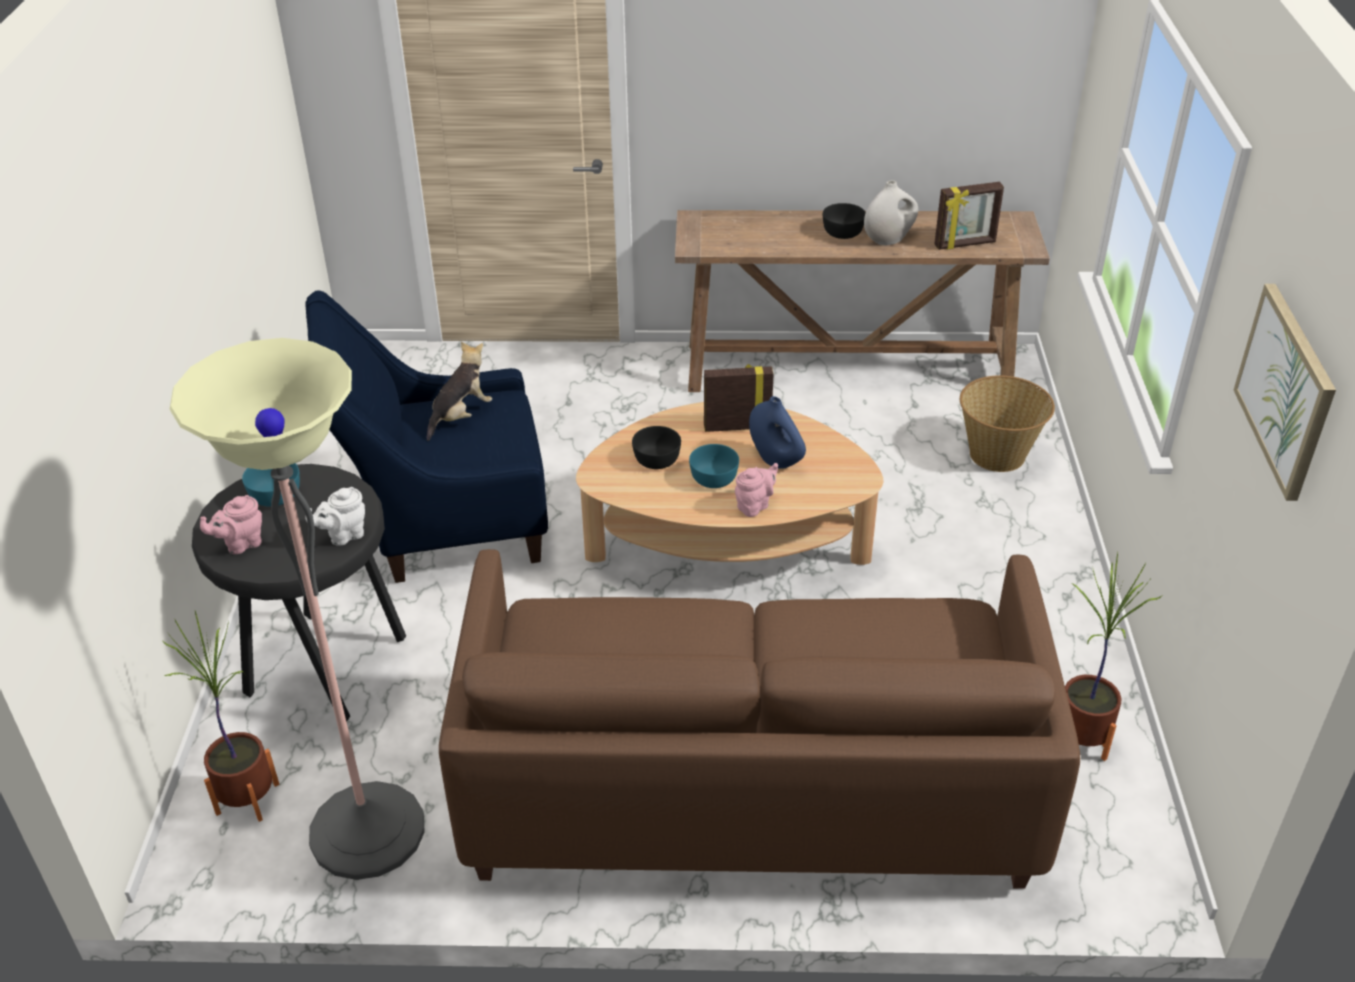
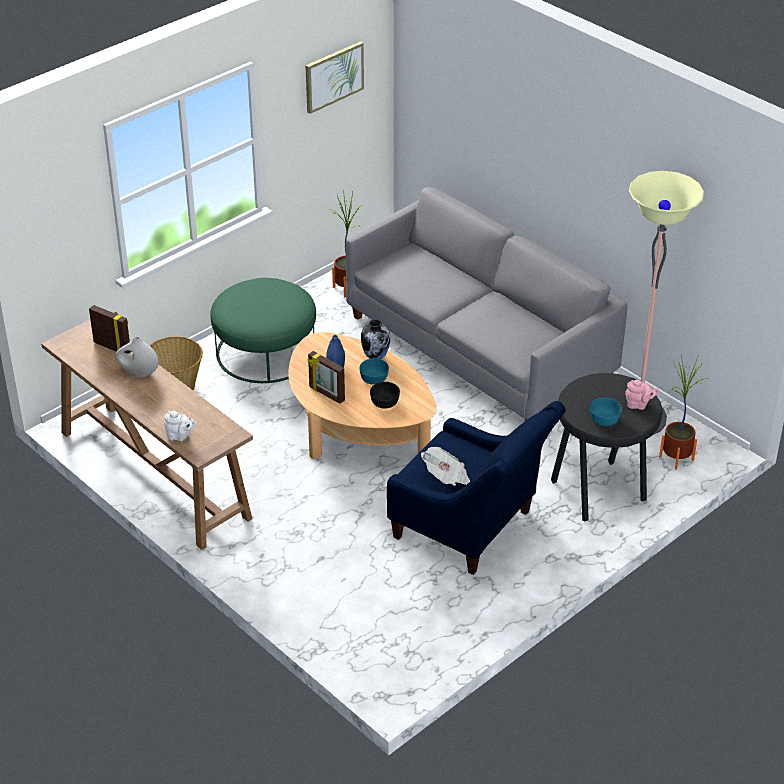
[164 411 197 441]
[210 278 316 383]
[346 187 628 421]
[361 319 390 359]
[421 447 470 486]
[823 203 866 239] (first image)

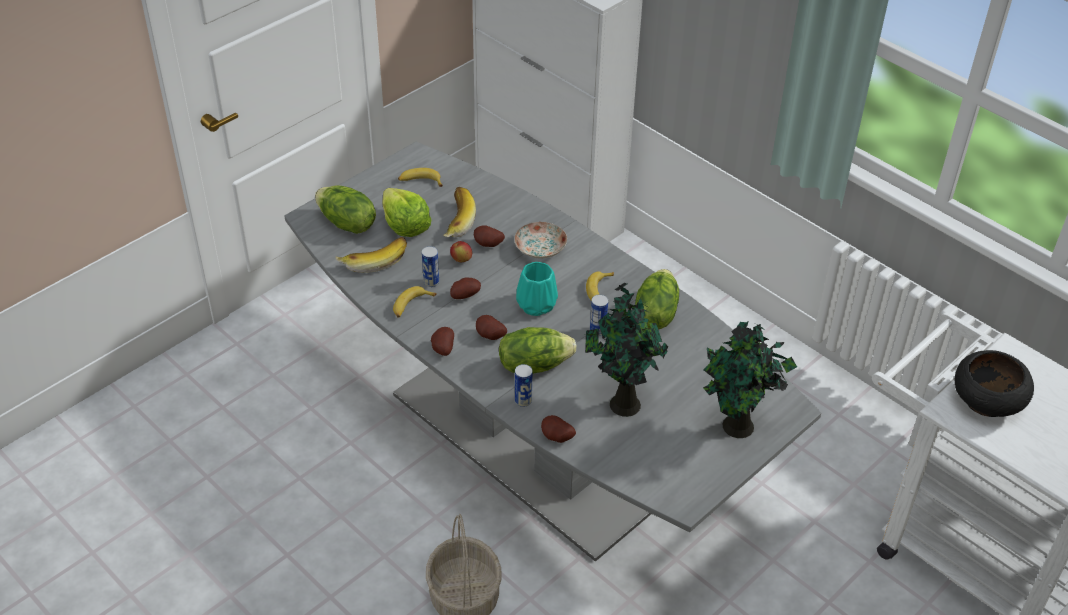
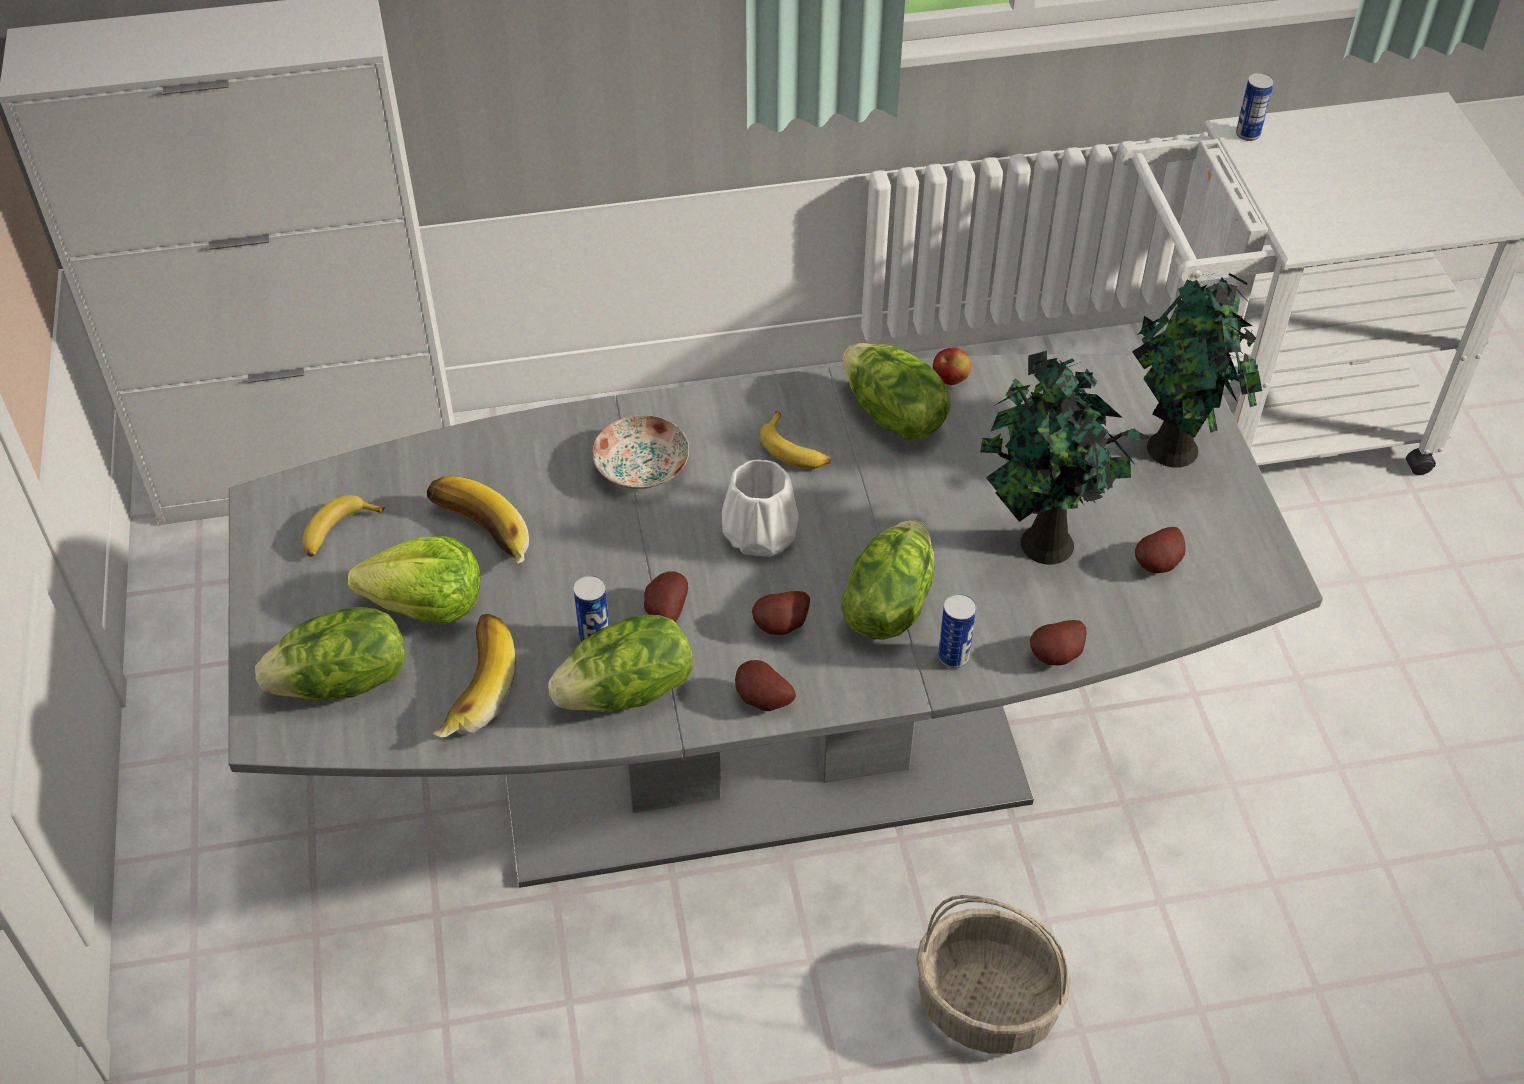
[548 614 693 712]
[722 460 799 557]
[933 348 971 385]
[1135 527 1186 573]
[1236 73 1274 141]
[955 350 1034 417] (first image)

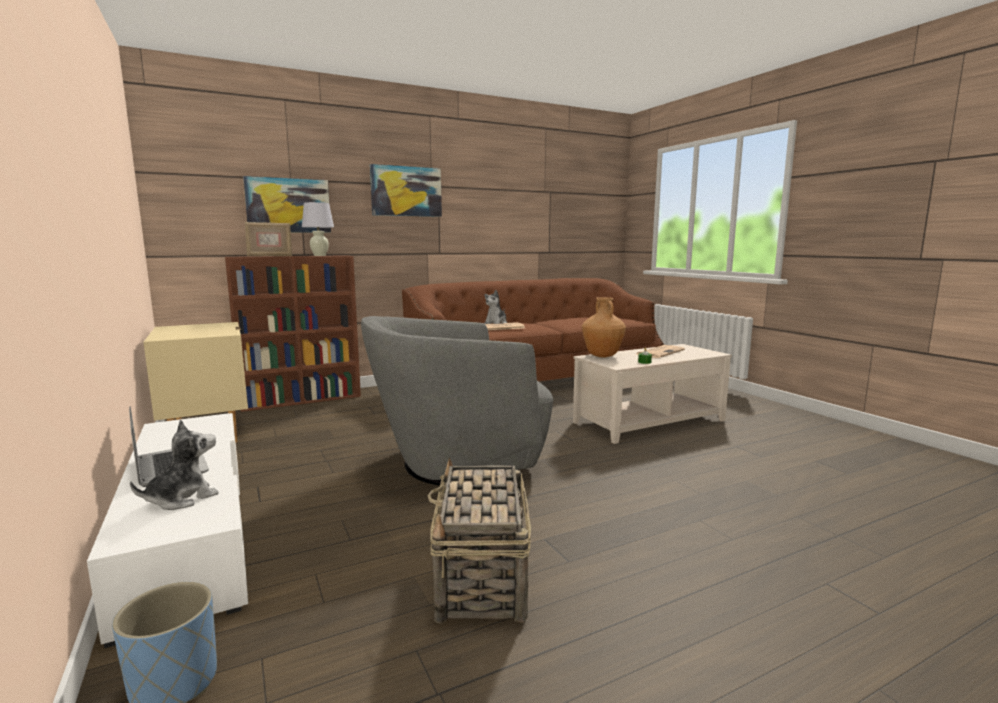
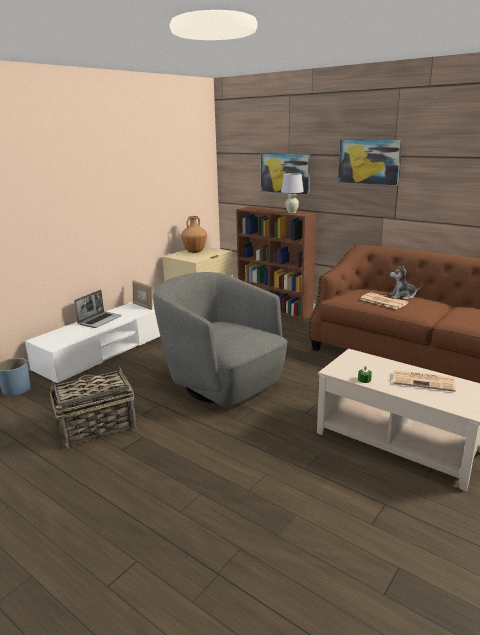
[133 280 152 310]
[181 216 207 253]
[130 420 219 510] (first image)

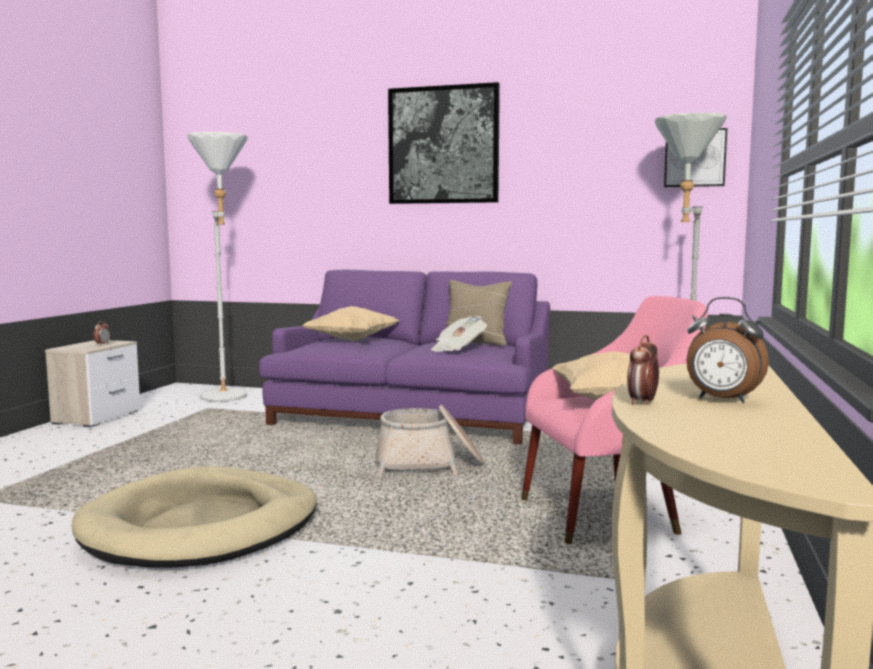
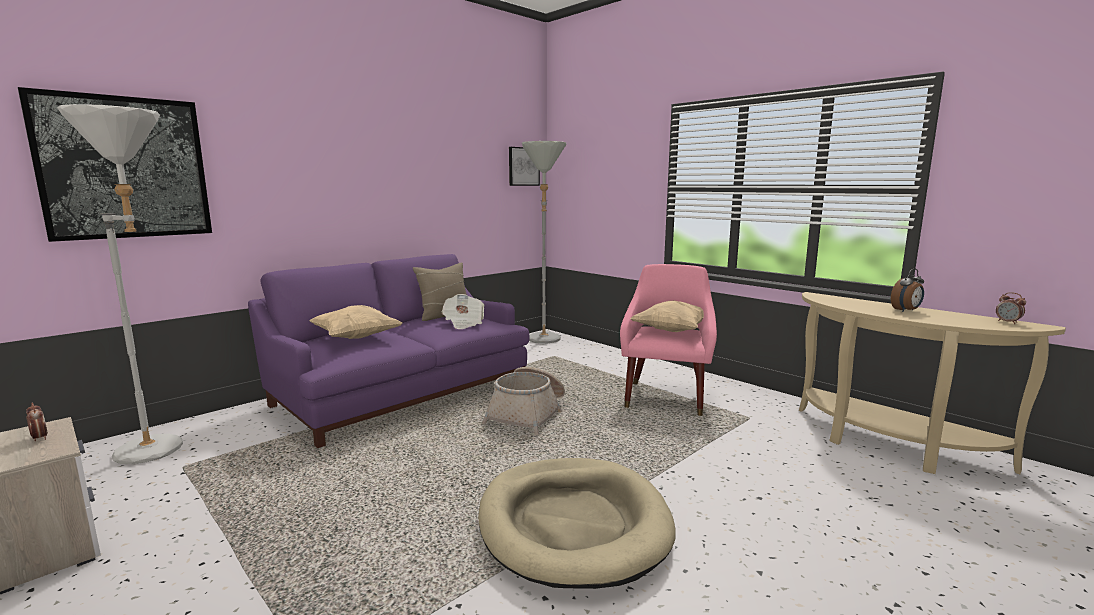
[18 87 212 242]
[996 292 1026 324]

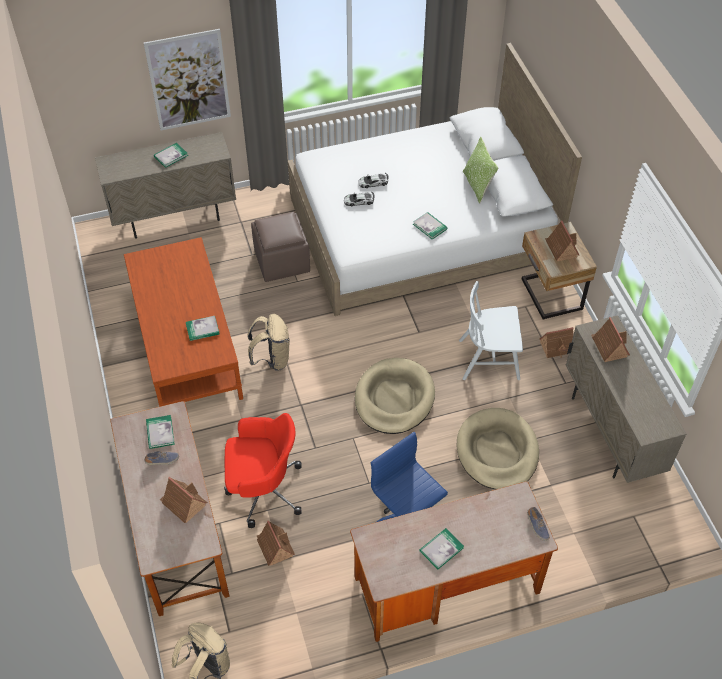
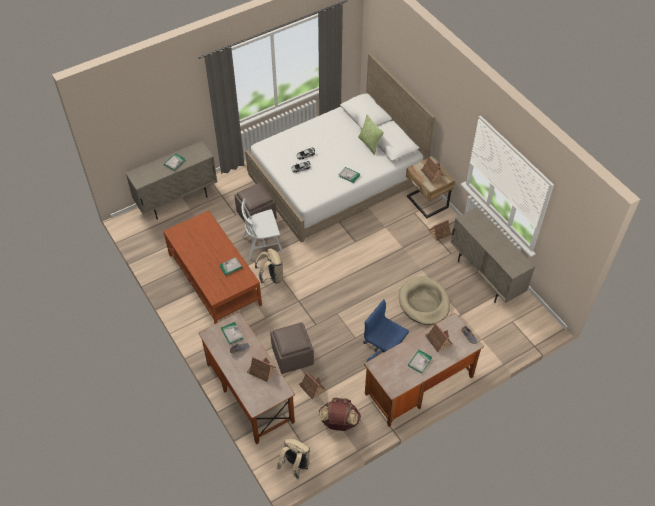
[242 199 283 260]
[270 322 314 374]
[318 397 361 431]
[425 323 452 352]
[144 29 231 130] (first image)
[355 358 435 434] (first image)

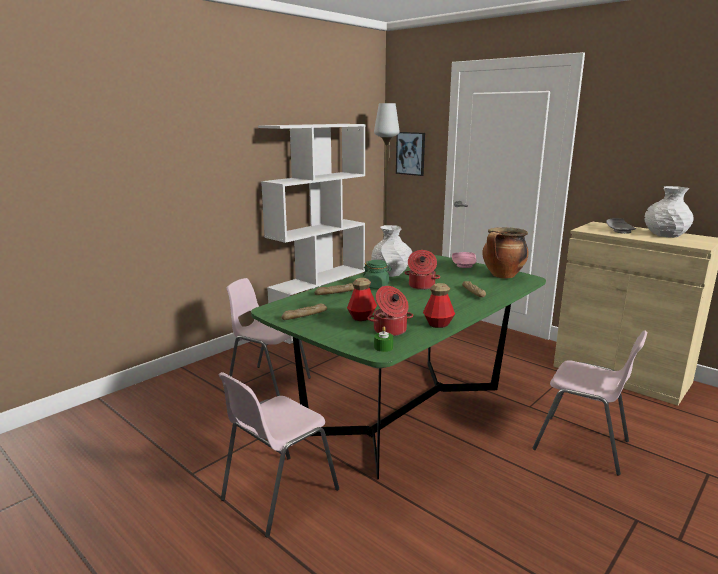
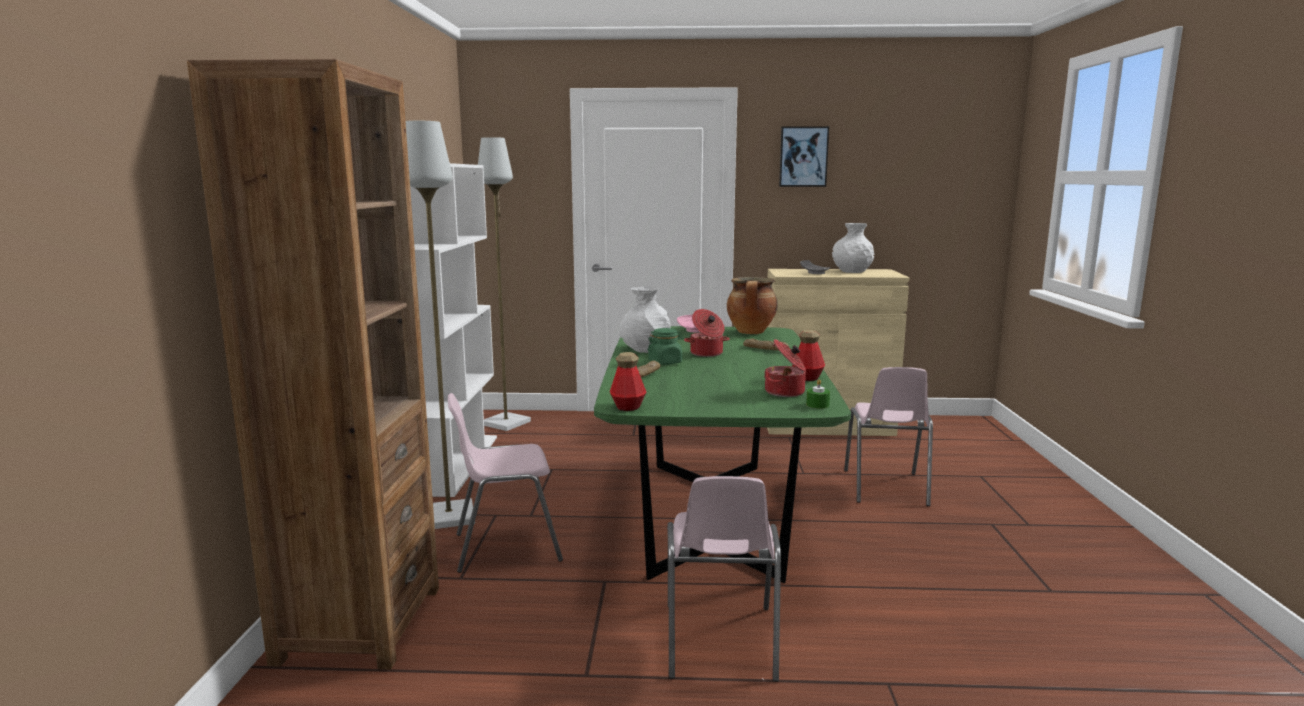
[187 59 439 670]
[406 121 475 529]
[610 352 647 411]
[779 126 829 187]
[844 367 933 506]
[281 304 327 320] (first image)

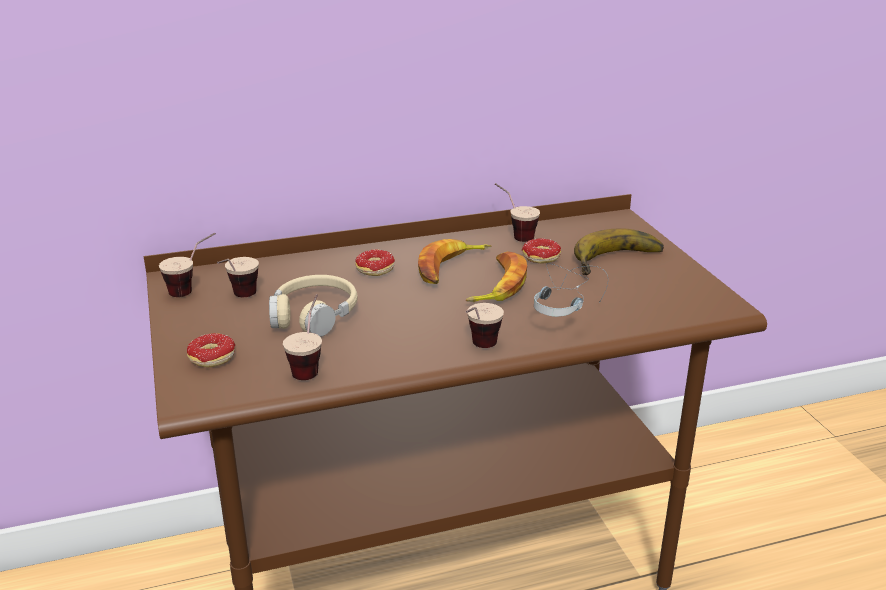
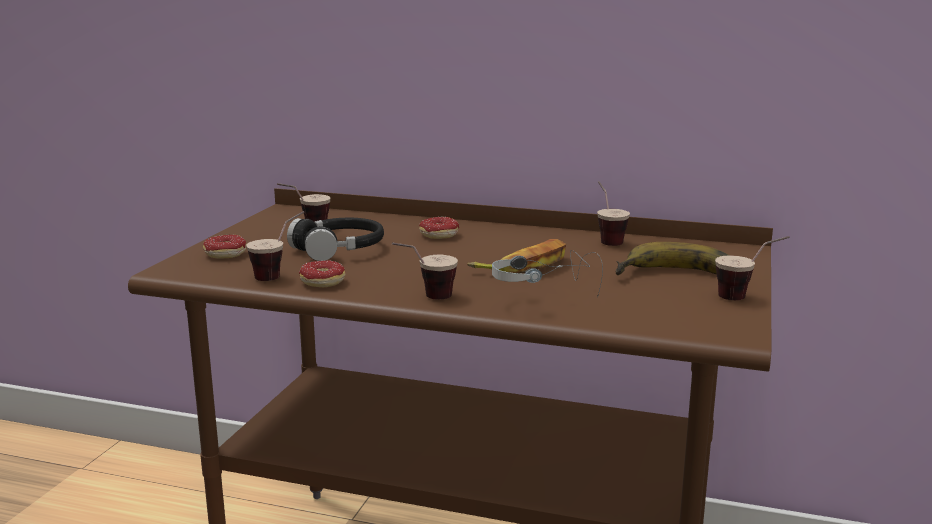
[287 218 384 261]
[299 260 345 287]
[715 236 790 300]
[418 239 492 284] (first image)

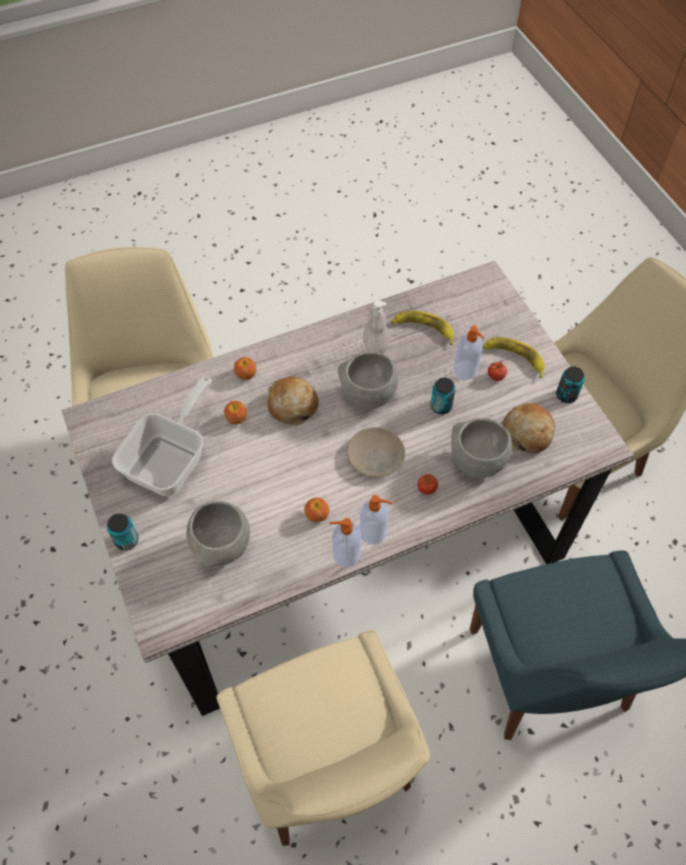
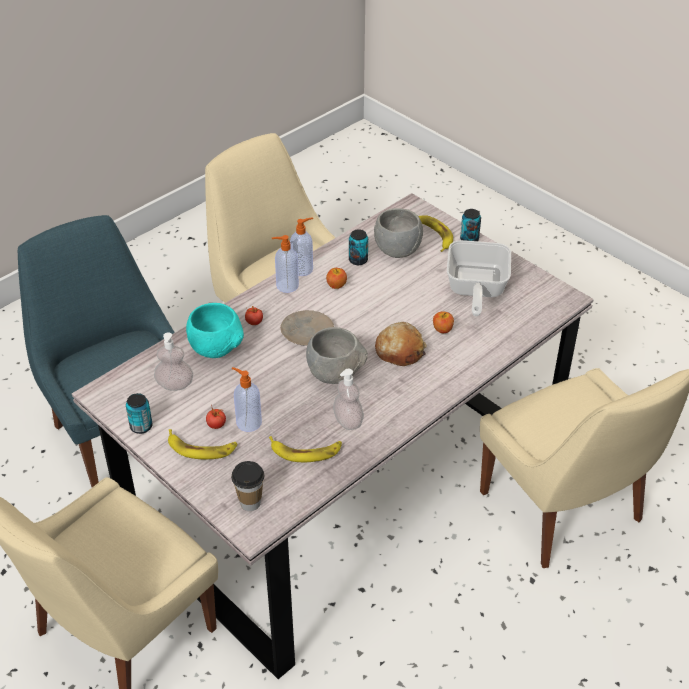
[154 332 193 391]
[186 303 244 358]
[231 461 264 511]
[349 230 368 265]
[419 216 453 252]
[234 357 256 380] (first image)

